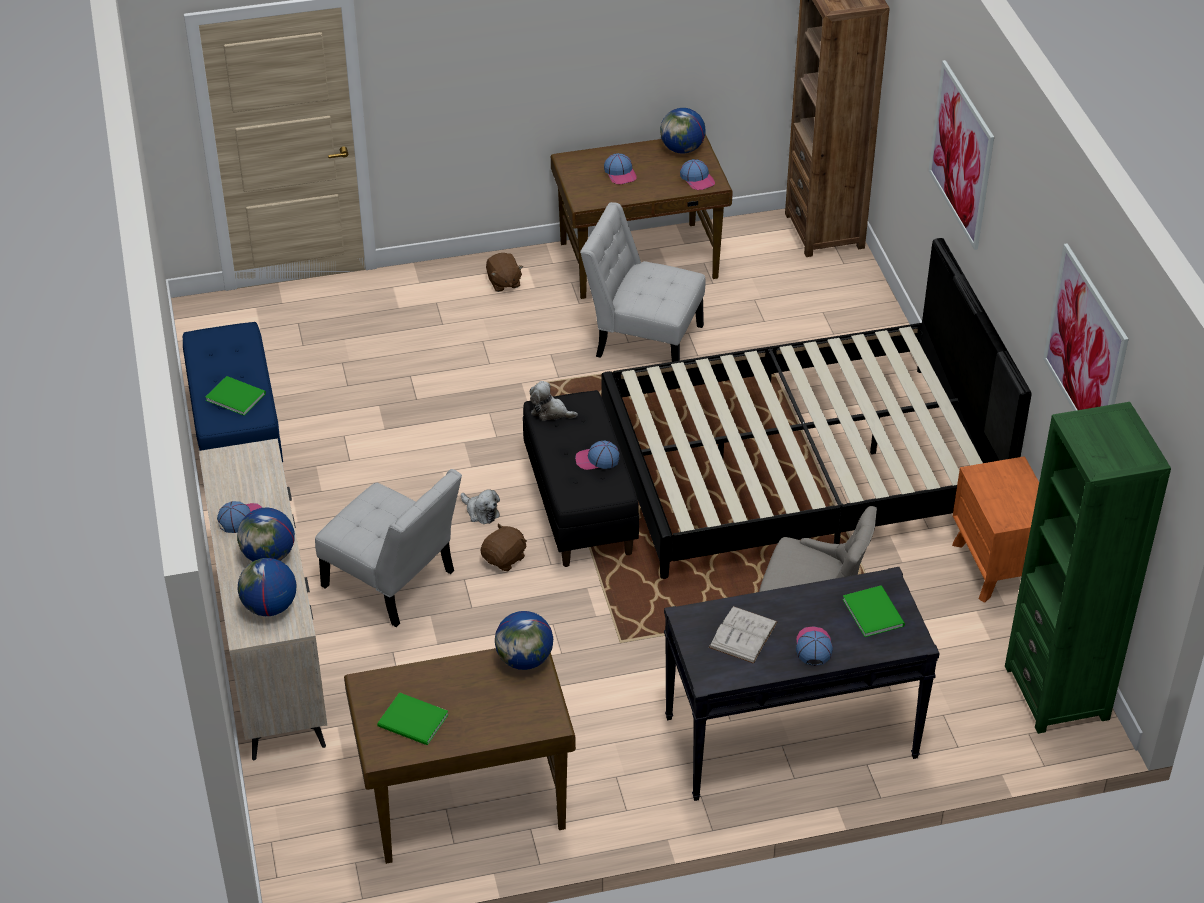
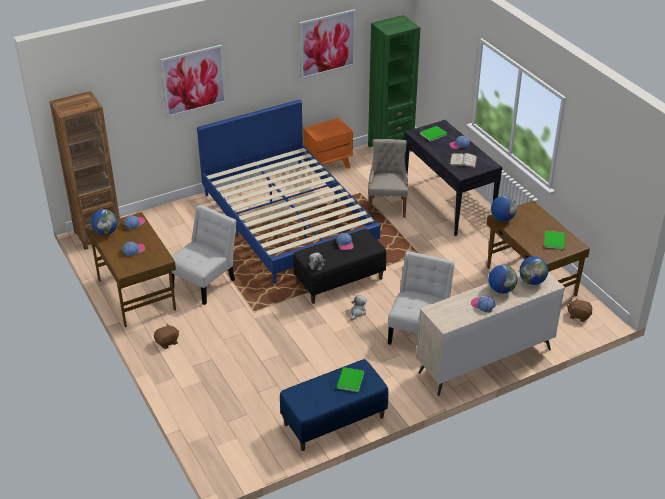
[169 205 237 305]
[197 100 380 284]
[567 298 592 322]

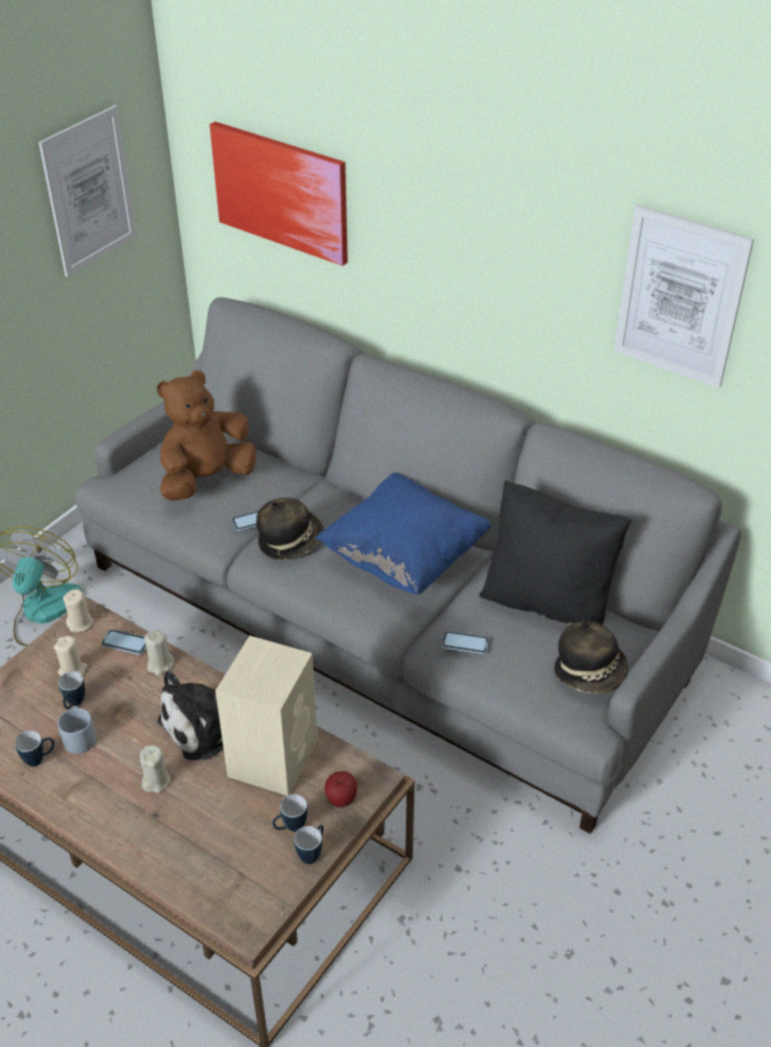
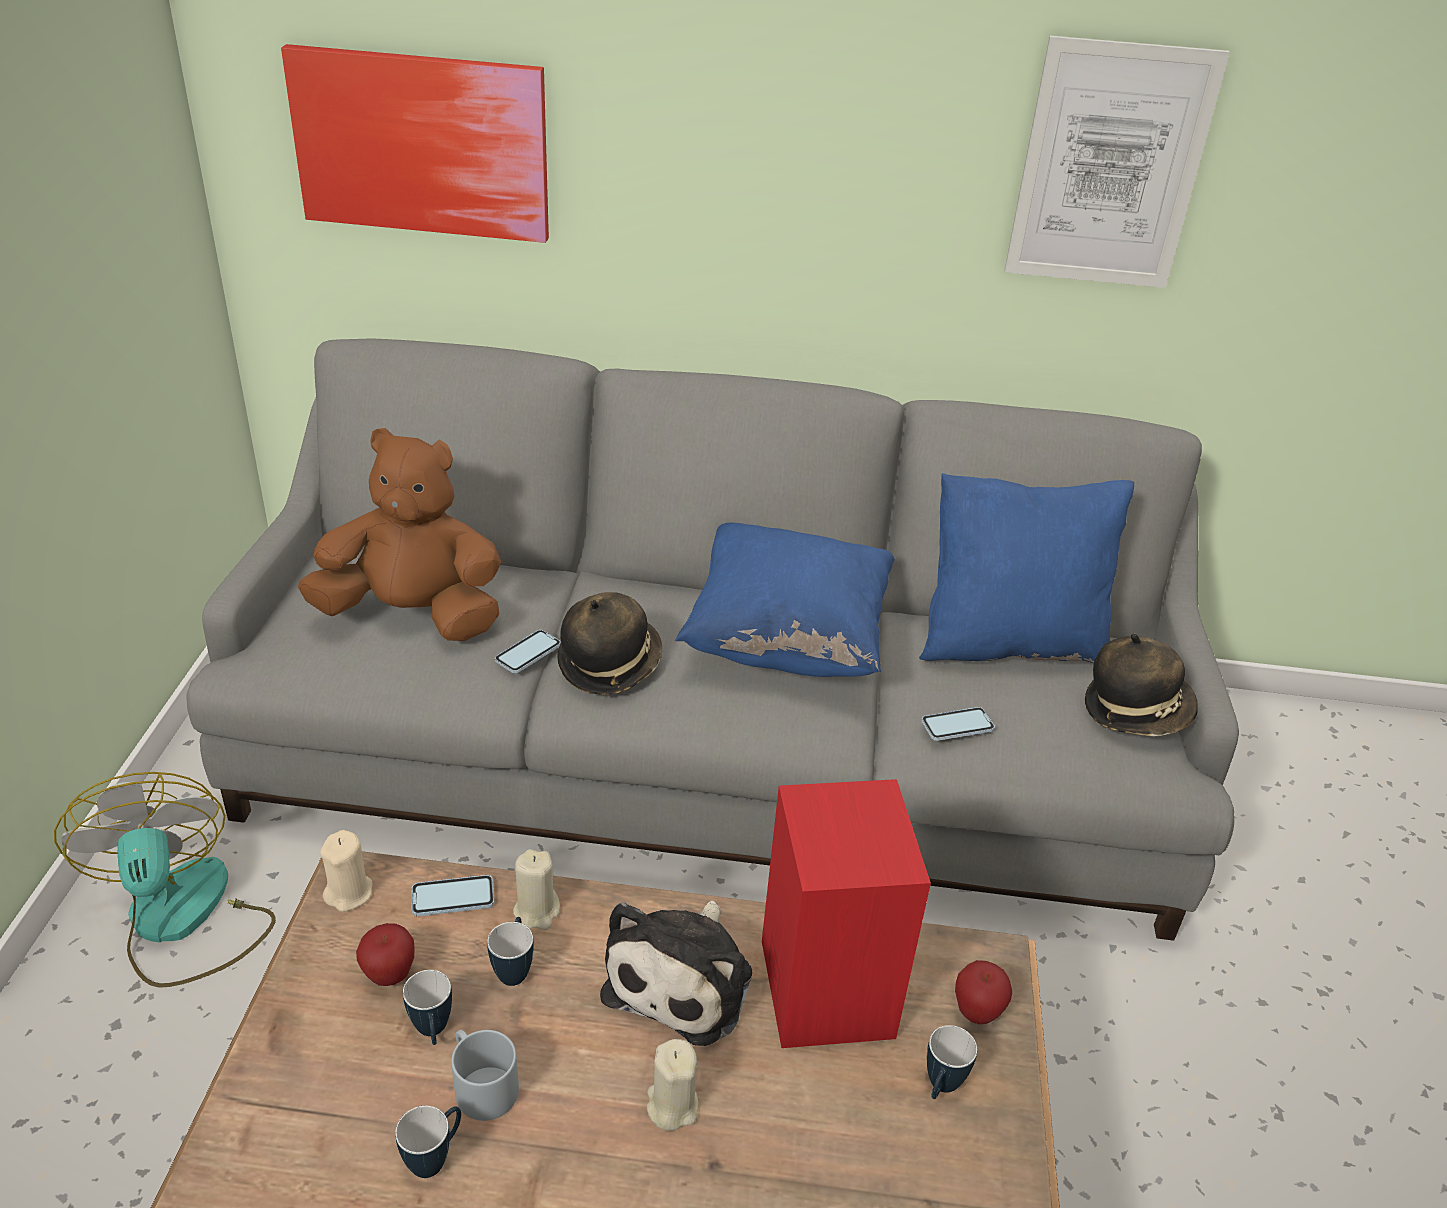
[298 428 501 641]
[356 923 415 986]
[487 917 534 986]
[762 779 931 1048]
[919 473 1134 663]
[39 105 137 277] (first image)

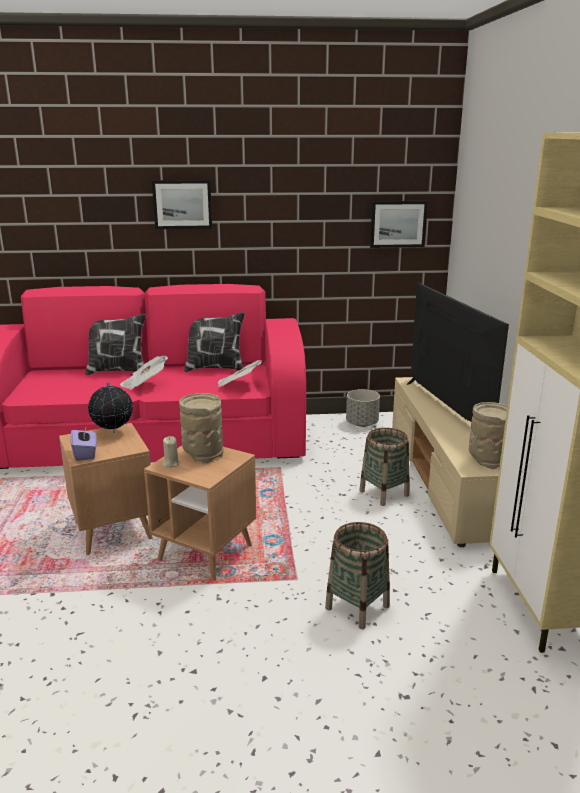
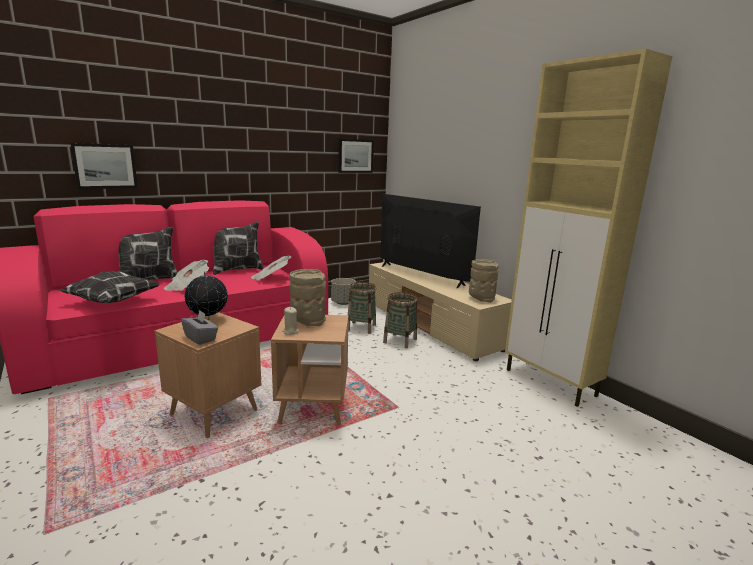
[59 271 160 303]
[70 143 138 189]
[181 310 218 345]
[348 282 376 334]

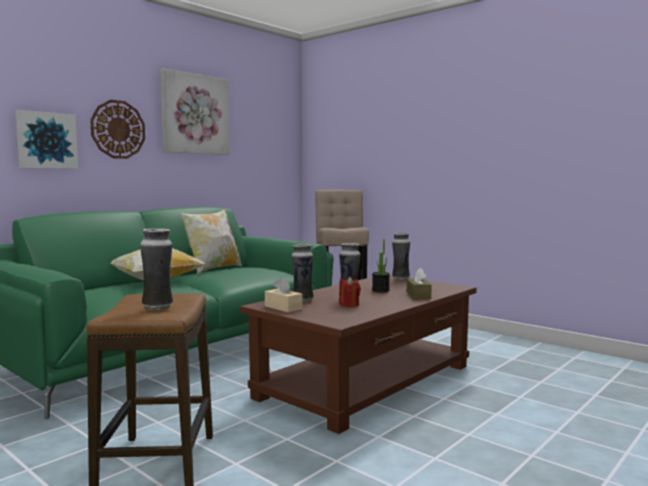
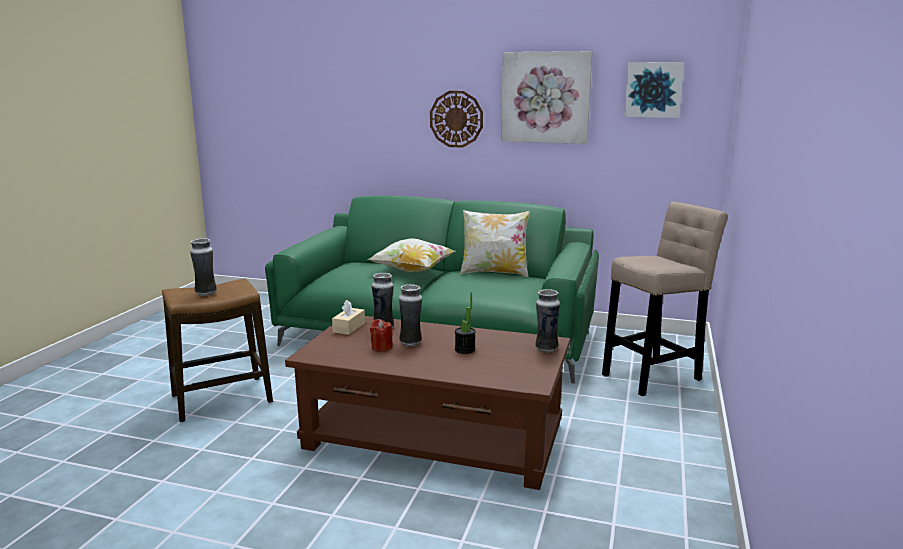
[624 62 684 118]
[407 268 432 299] (first image)

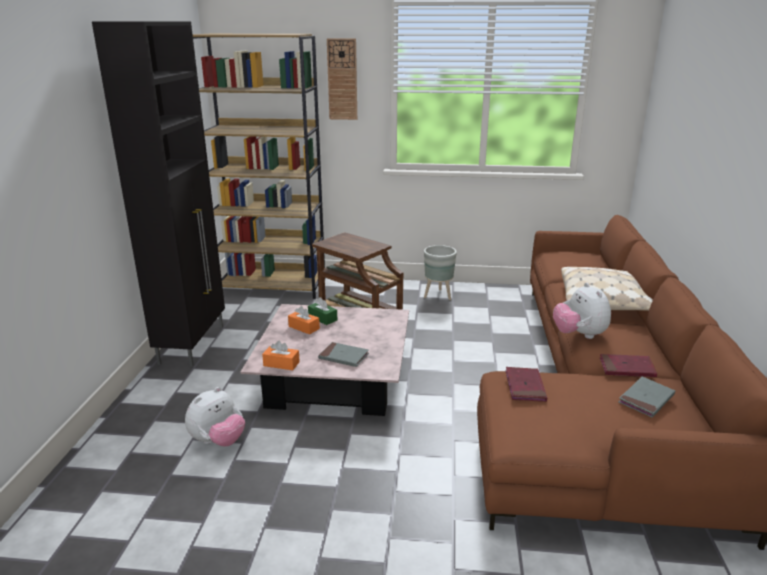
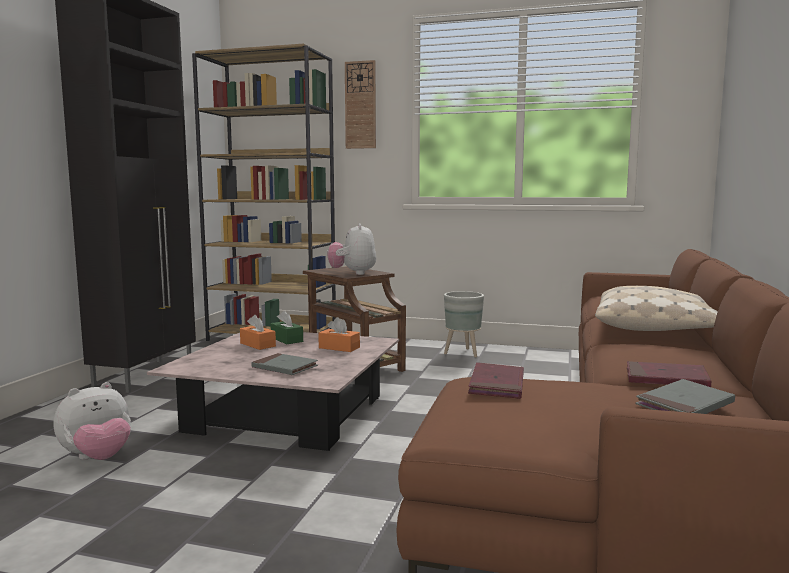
[318 317 360 352]
[327 223 376 275]

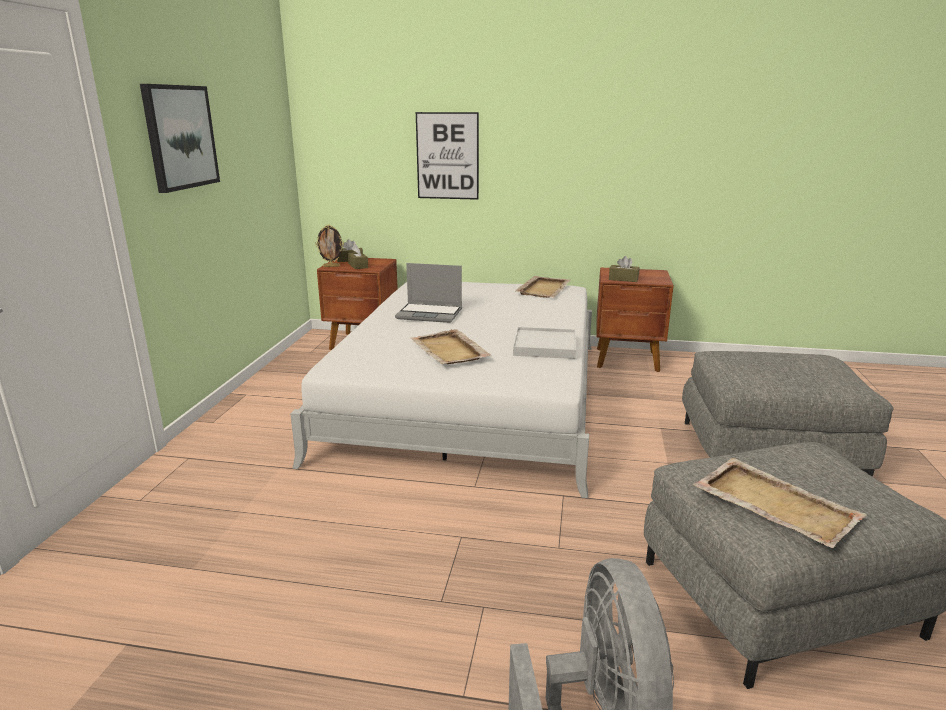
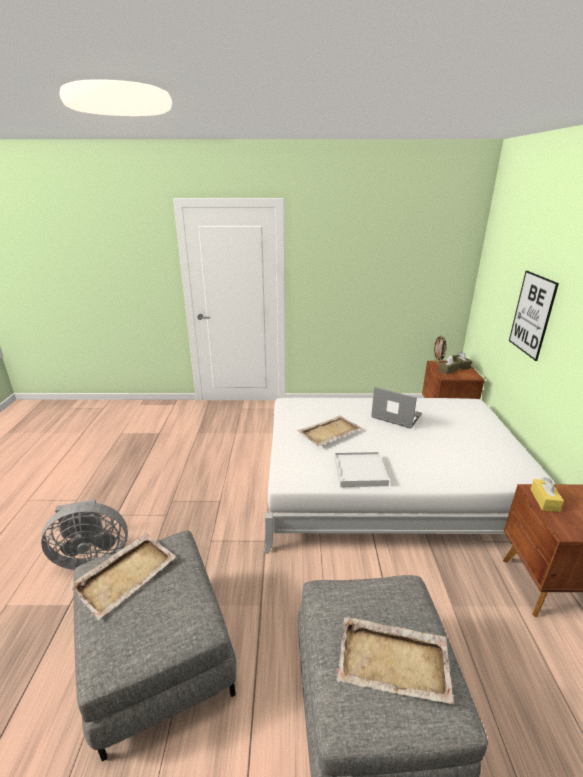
[336 617 454 704]
[371 387 422 428]
[530 477 564 512]
[140 84 220 193] (first image)

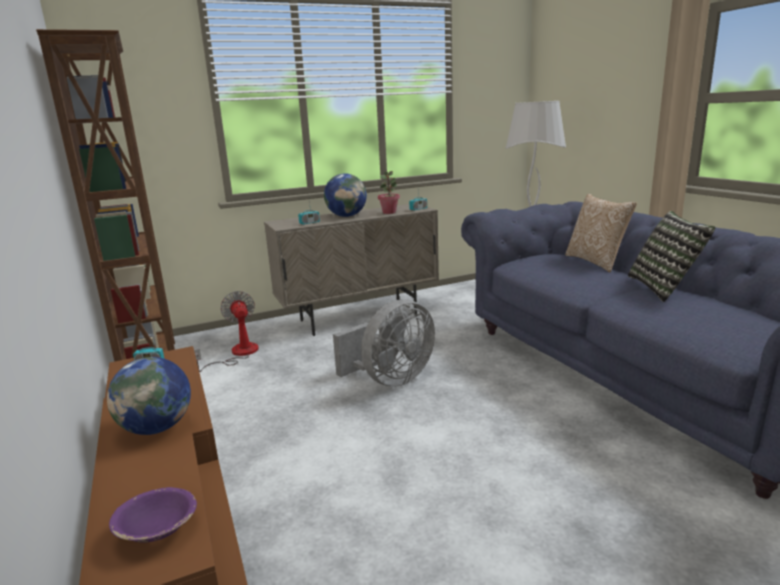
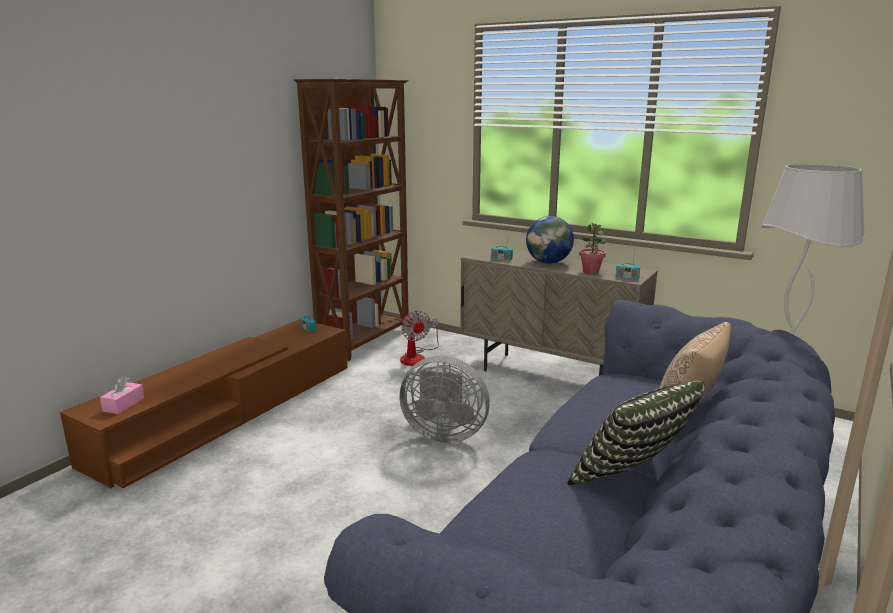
[100 376 144 414]
[400 311 439 366]
[107 357 191 435] (first image)

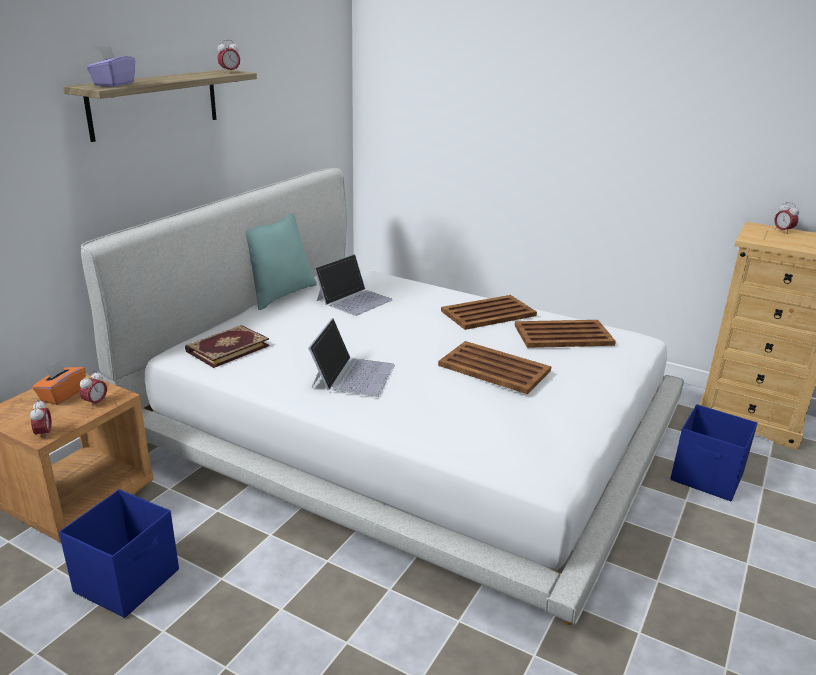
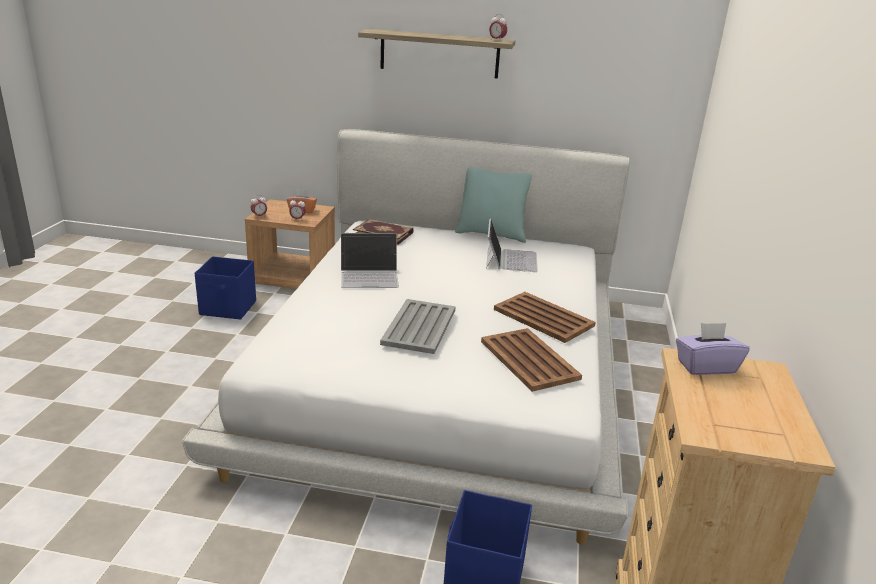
[380 299 456 354]
[486 218 538 272]
[676 323 750 375]
[774 202 799 234] (first image)

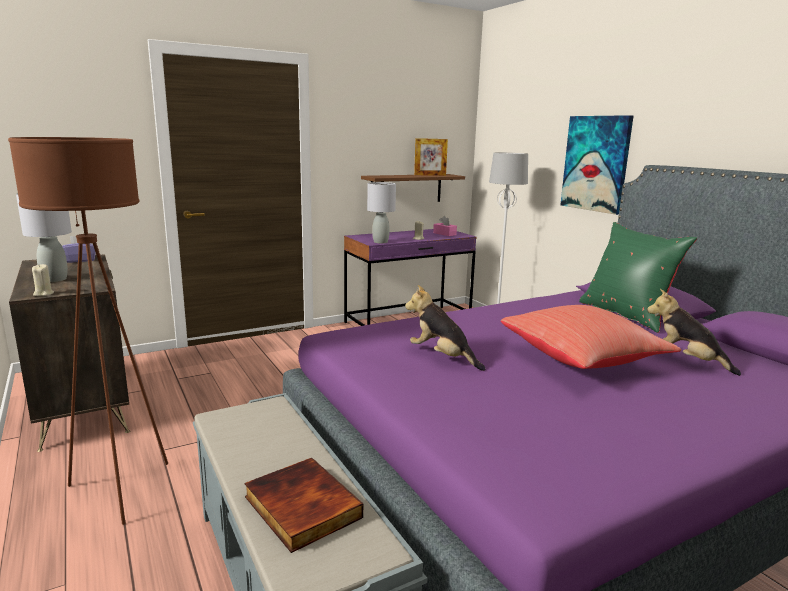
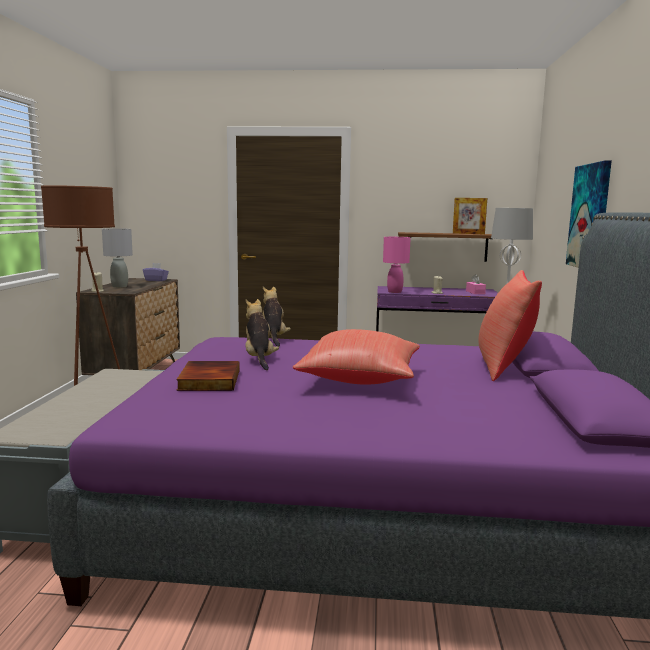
[176 361 240 391]
[263 287 291 347]
[383 237 411 293]
[478 270 542 381]

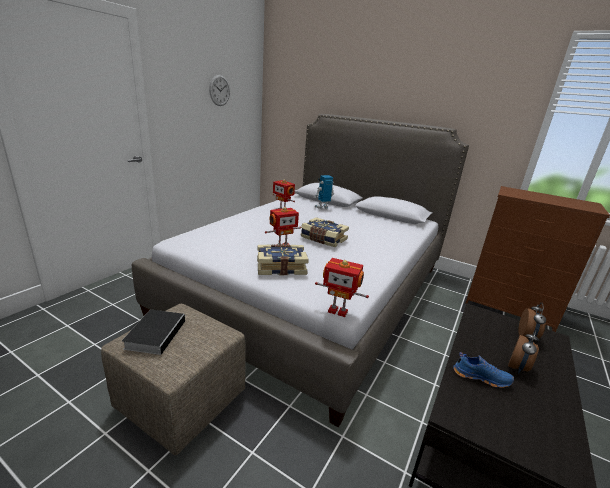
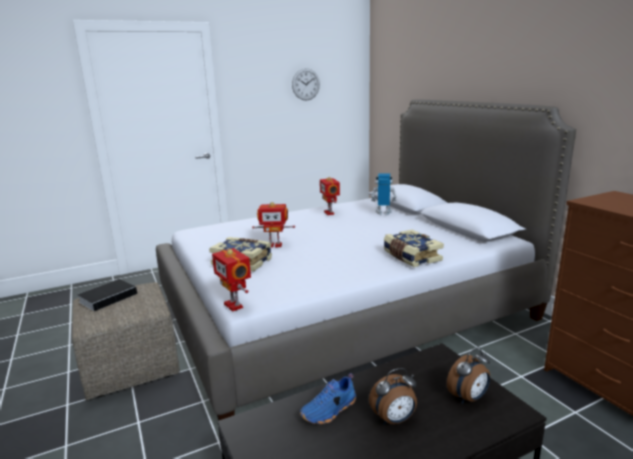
[300 373 356 424]
[383 229 444 267]

